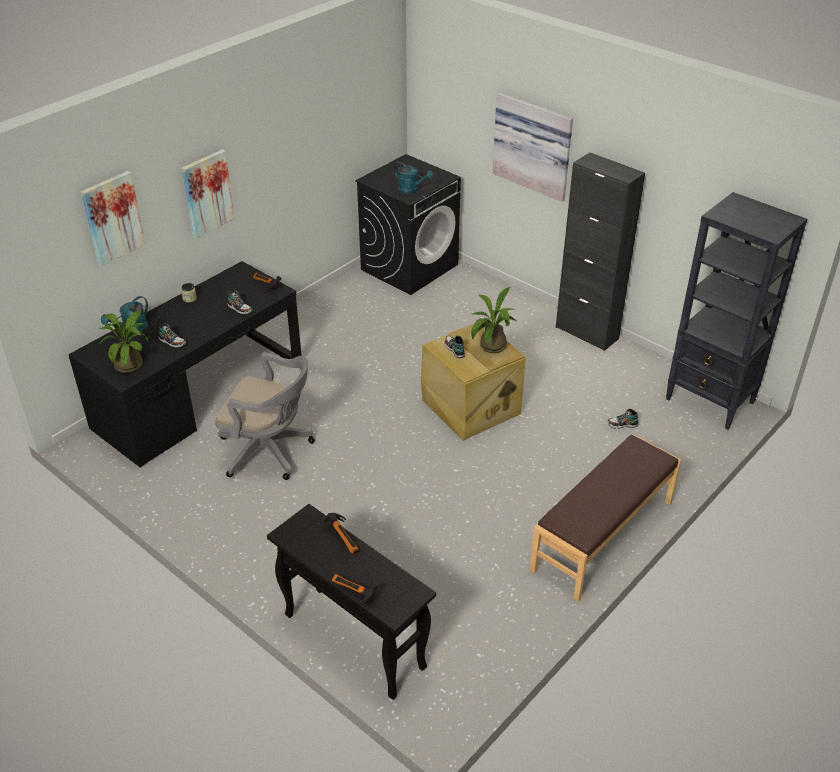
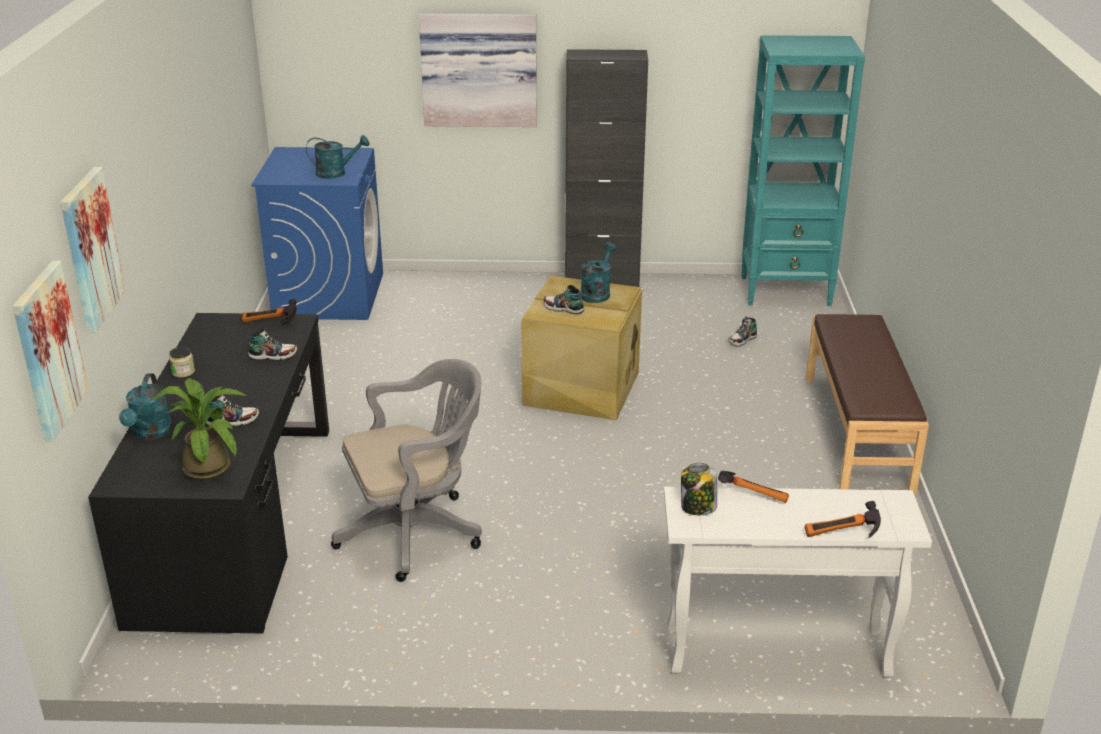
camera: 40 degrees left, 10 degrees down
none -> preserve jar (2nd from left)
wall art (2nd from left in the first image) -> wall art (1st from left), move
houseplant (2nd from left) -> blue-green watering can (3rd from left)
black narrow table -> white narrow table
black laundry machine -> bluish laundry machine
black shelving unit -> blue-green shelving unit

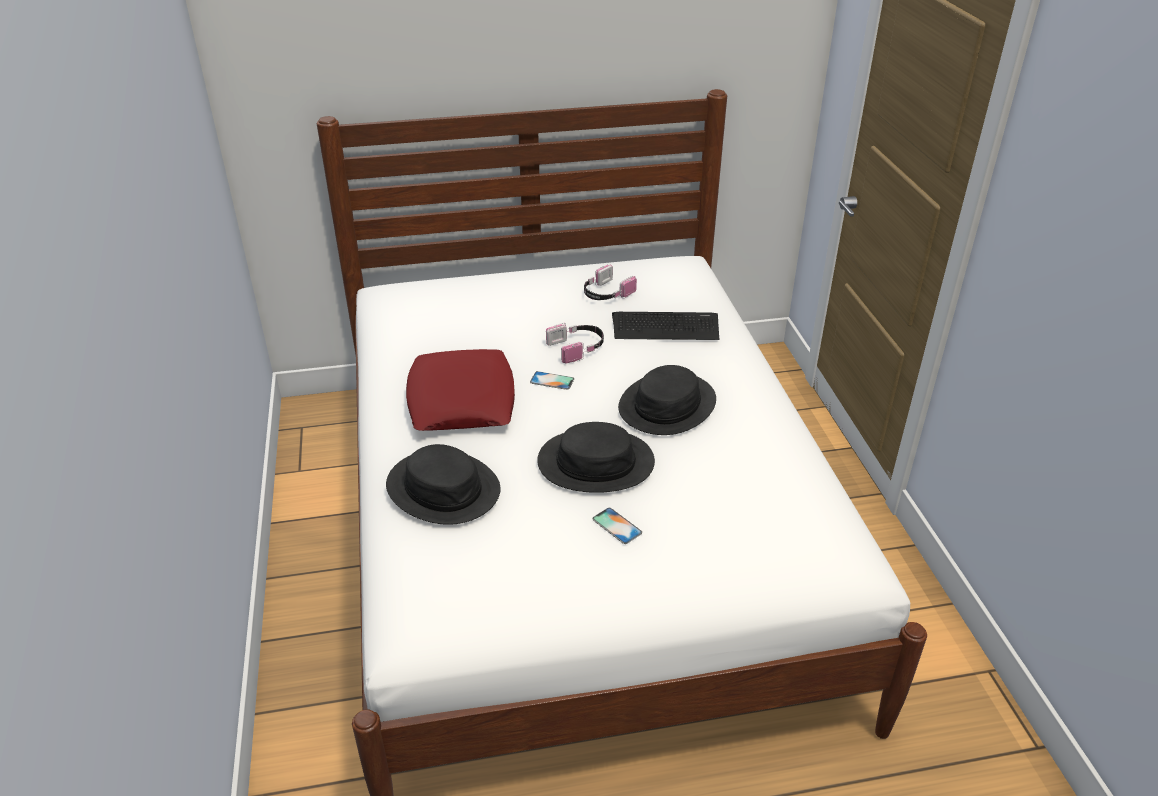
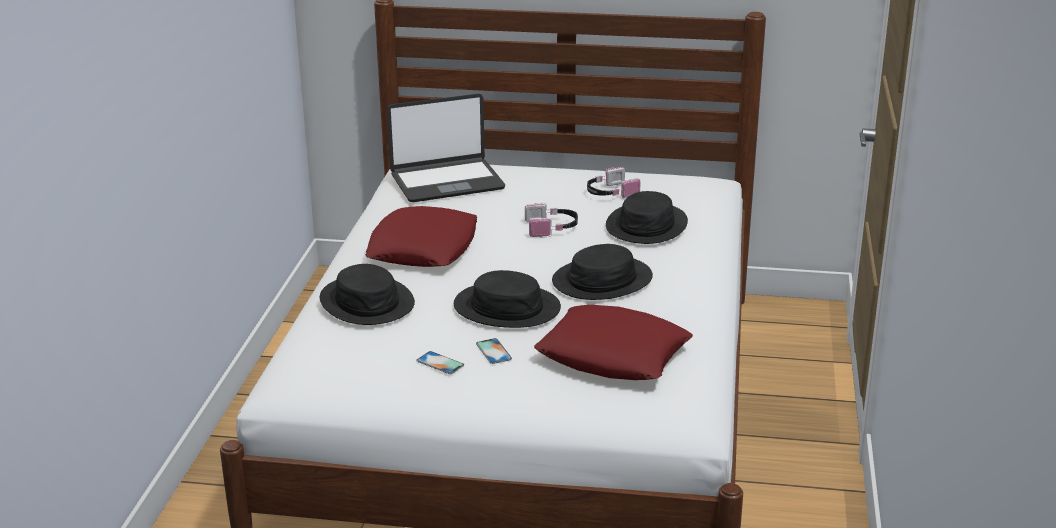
camera: 20 degrees right, 10 degrees down
none -> portable computer
none -> red throw pillow (2nd from left)
phone (1st from left), move
keyboard -> black clothing hat (4th from left)

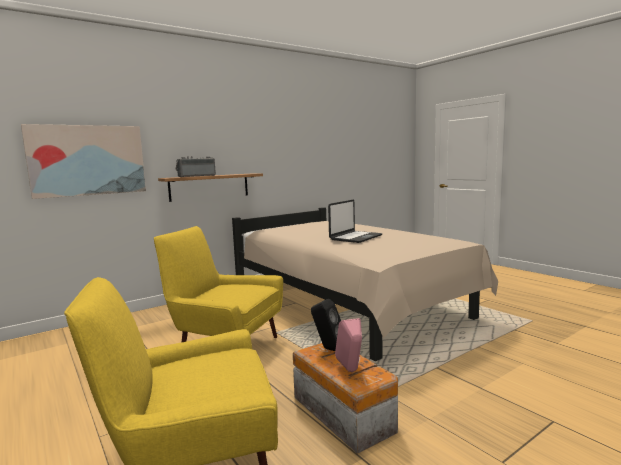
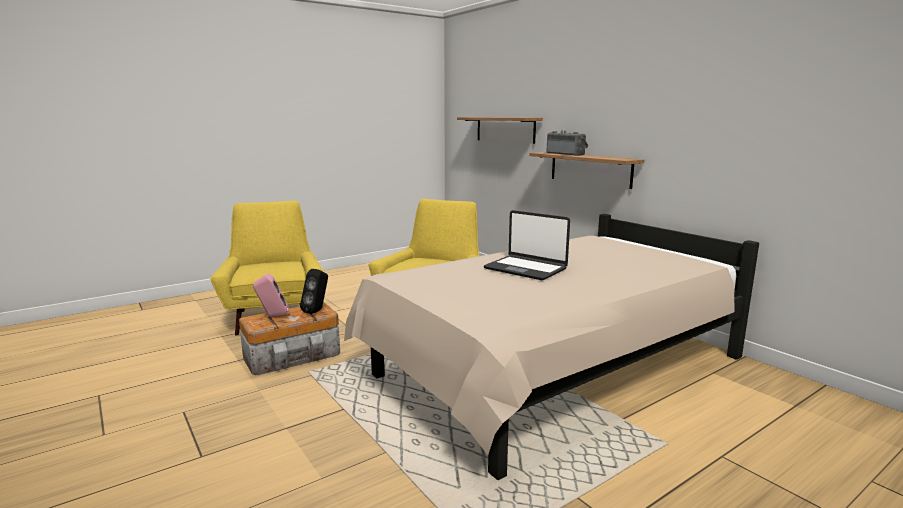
camera: 90 degrees right, 5 degrees up
wall art -> shelf (1st from left)

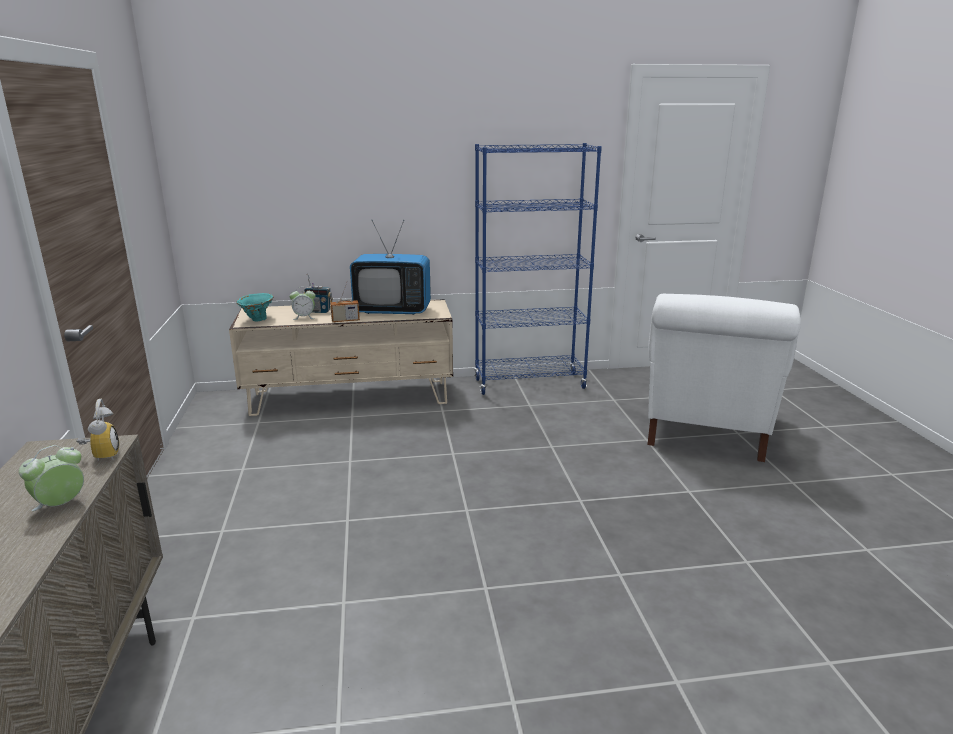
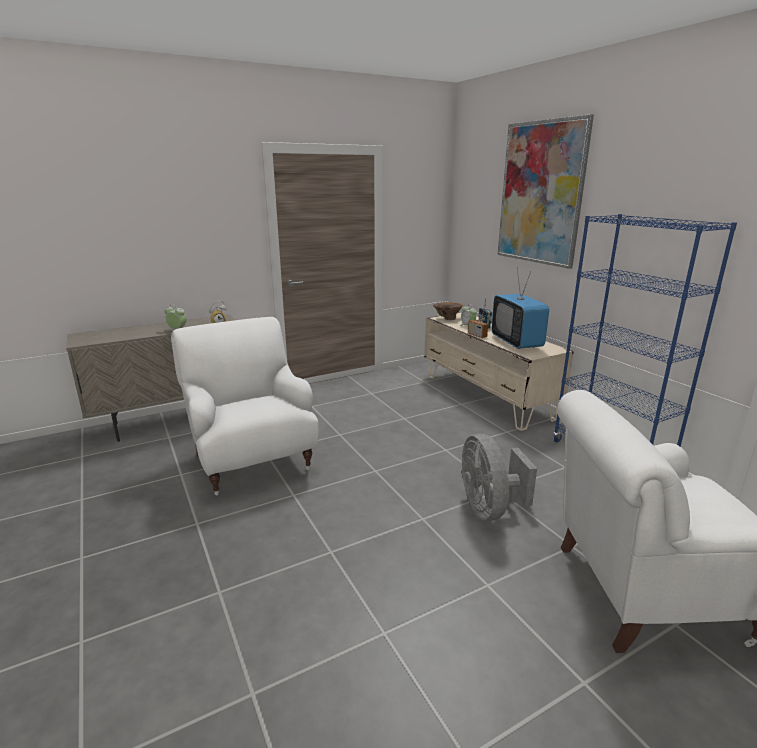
camera: 70 degrees right, 0 degrees up
none -> white armchair (1st from left)
none -> greyish electric fan
none -> wall art
blue-green flower vase -> brown-coloured flower vase

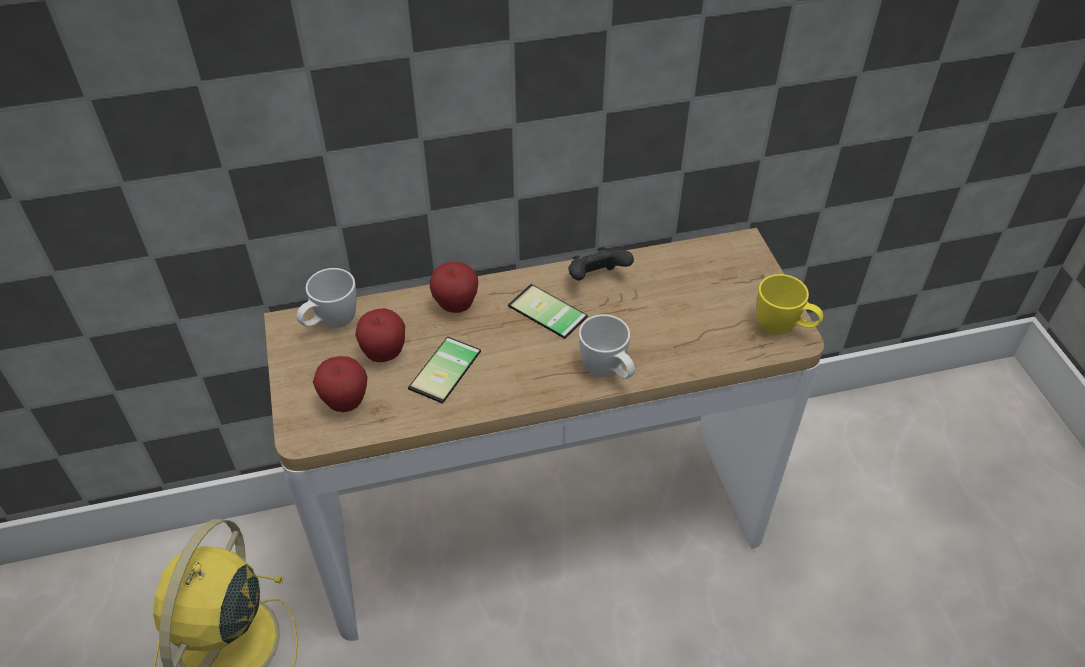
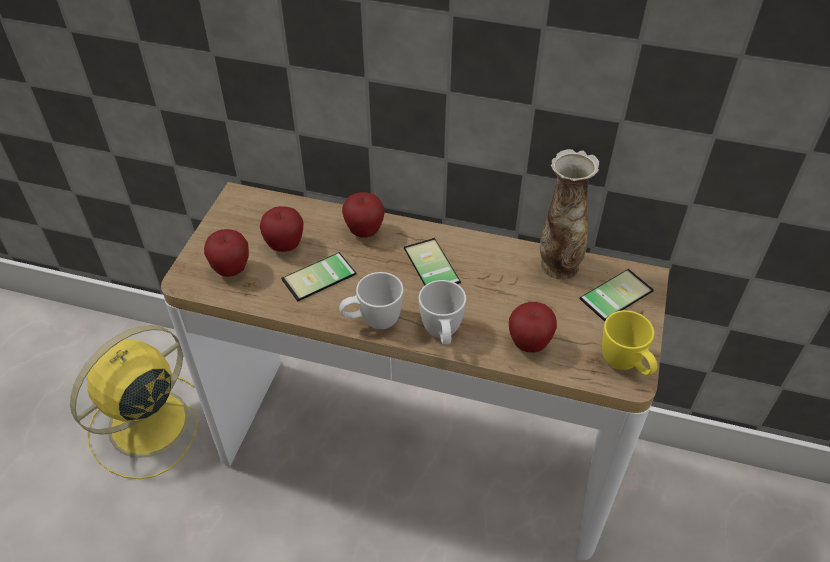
camera: 30 degrees right, 0 degrees up
black joypad -> none
none -> apple (4th from left)
none -> flower vase
none -> phone (3rd from left)
white tea mug (1st from left), move

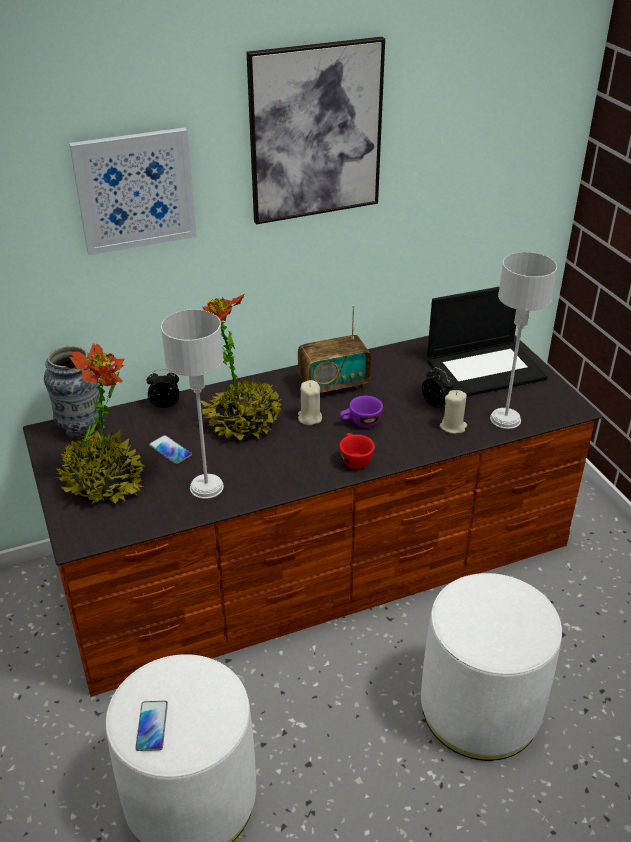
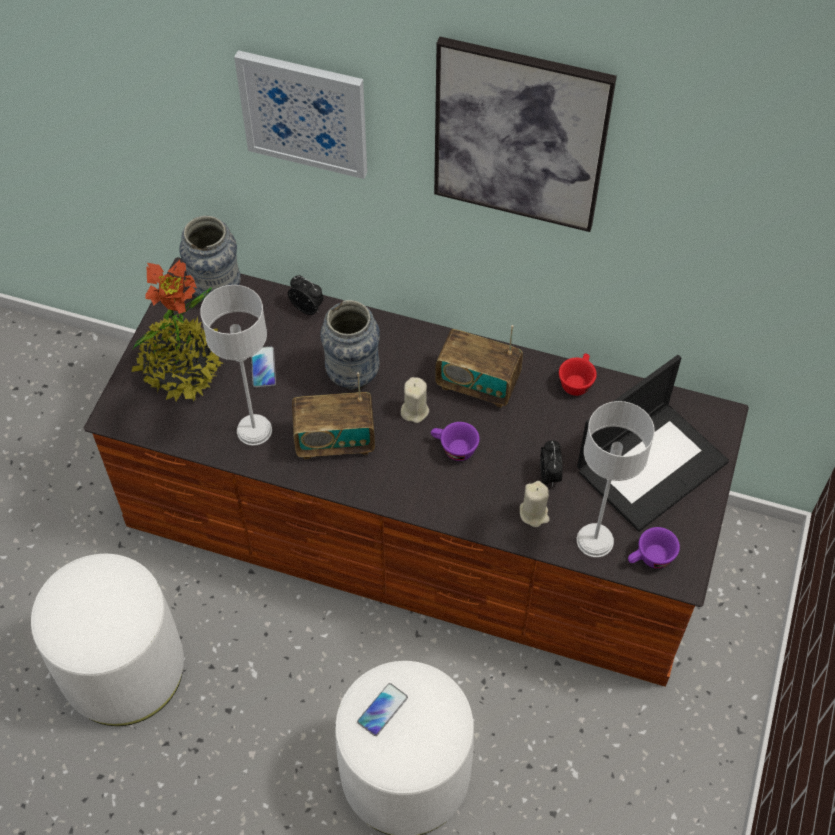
camera: 40 degrees right, 20 degrees up
none -> radio (1st from left)
none -> purplish drinking cup (2nd from left)
phone (1st from left in the first image) -> phone (2nd from left), move
red drinking cup, move
houseplant (2nd from left) -> flower vase (2nd from left)
portable computer, 60 degrees counterclockwise

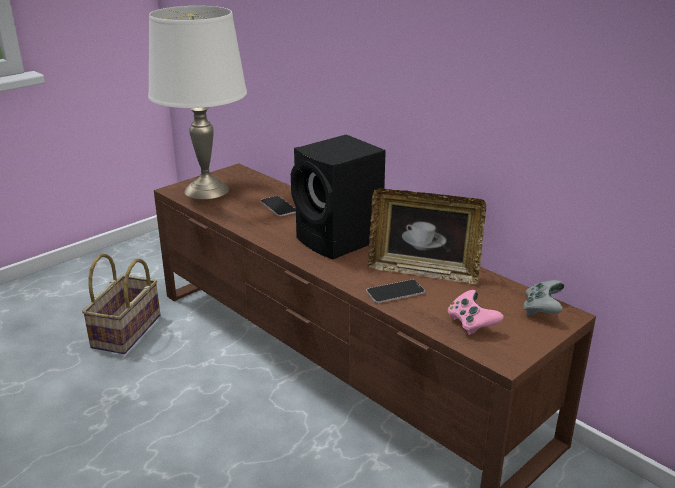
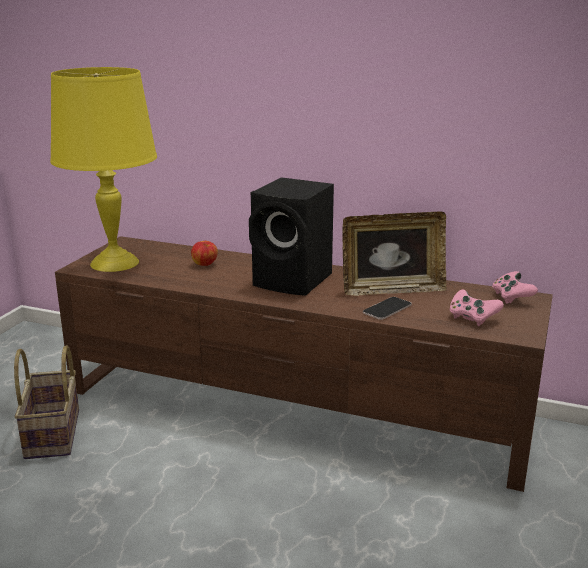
camera: 25 degrees left, 5 degrees down
phone (1st from left) -> apple
white table lamp -> yellow-coloured table lamp
greyish joypad -> pink-coloured joypad (2nd from left)

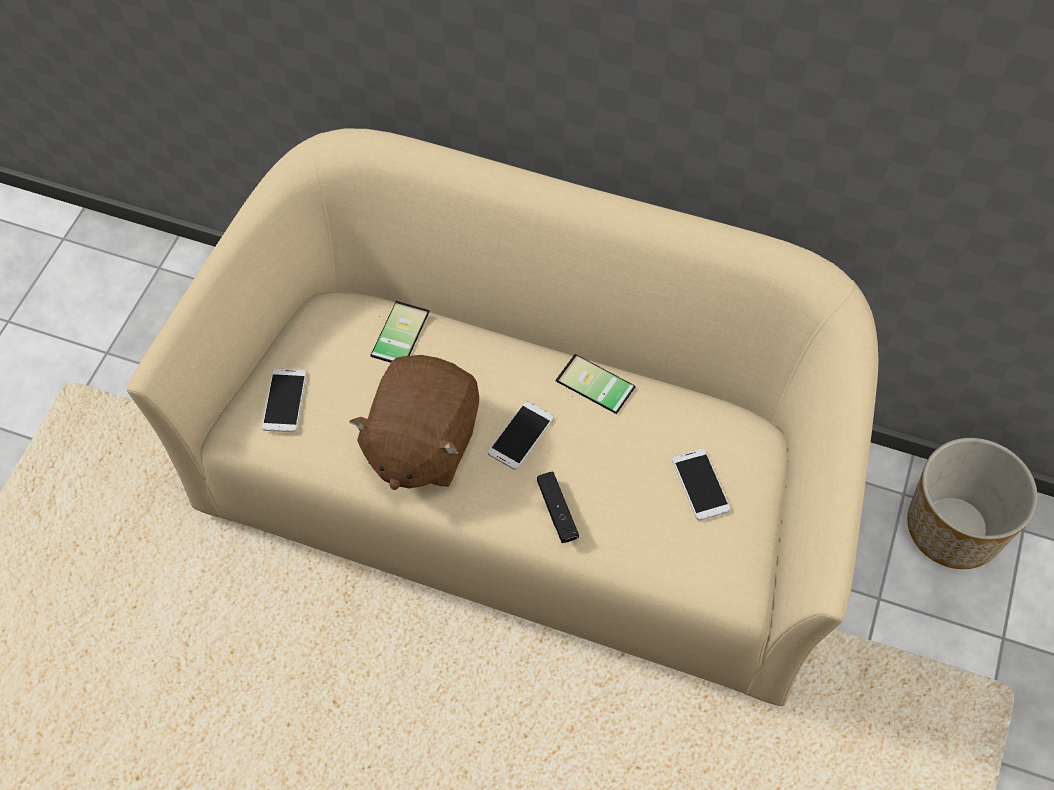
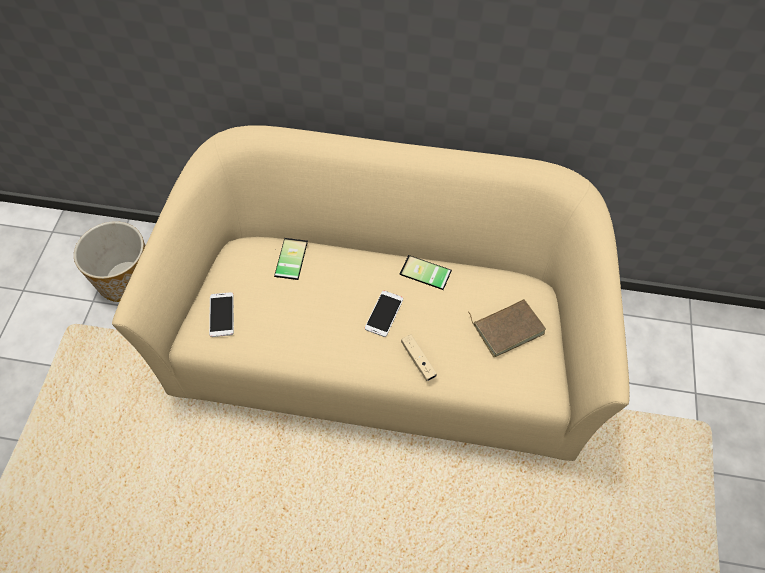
camera: 10 degrees left, 0 degrees up
brown-coloured plush toy -> none
plant pot, move
phone (5th from left) -> brown-coloured book
black joypad -> beige-coloured joypad

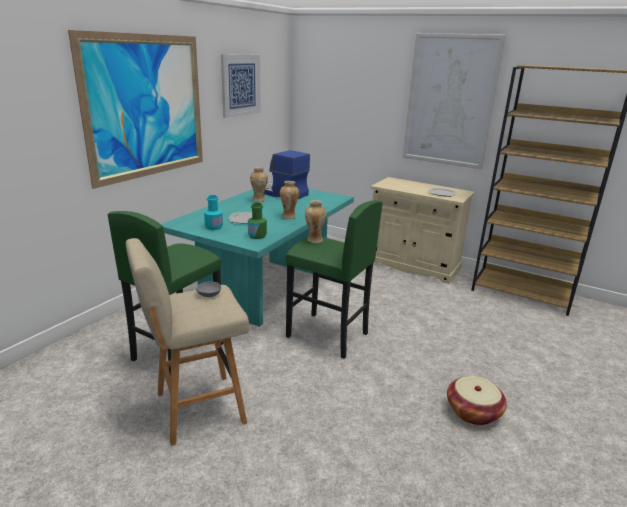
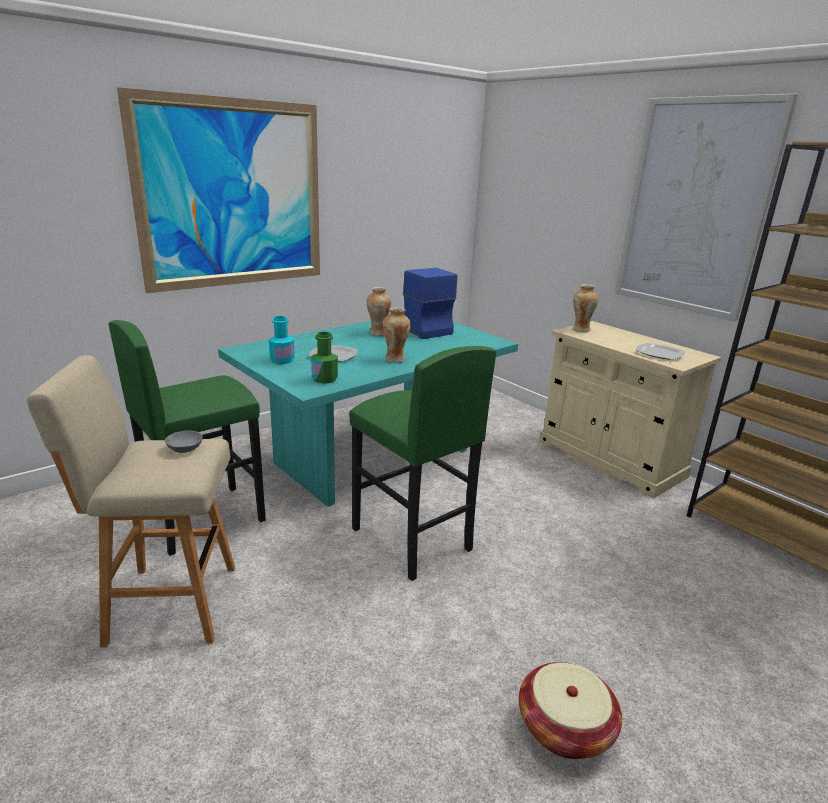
camera: 20 degrees right, 0 degrees up
wall art (2nd from left) -> none
flower vase (3rd from left), move

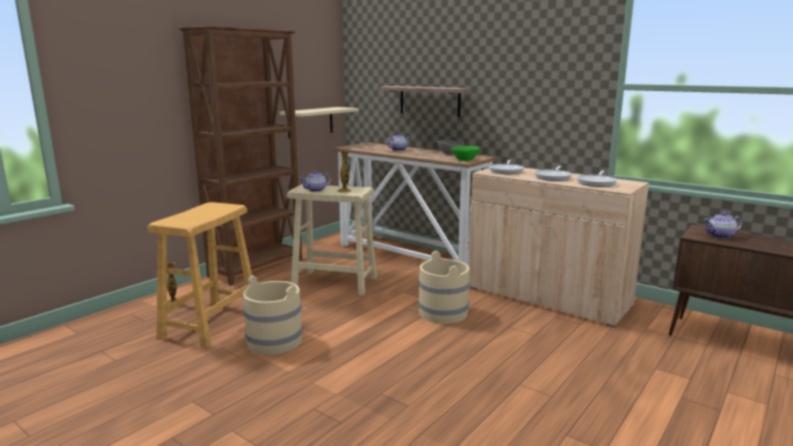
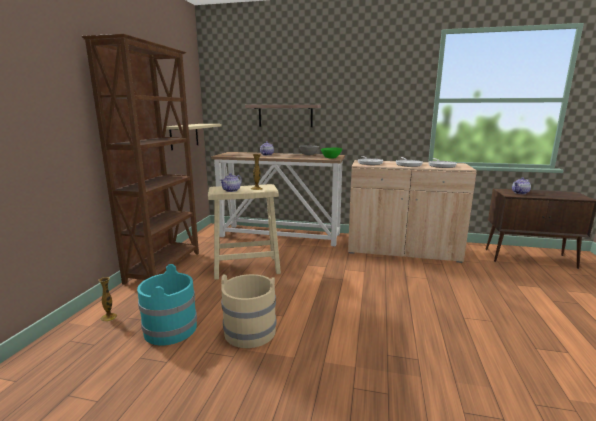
camera: 25 degrees left, 0 degrees up
beige-coloured pail (2nd from left) -> none
beige-coloured stool seat (1st from left) -> blue-green pail

